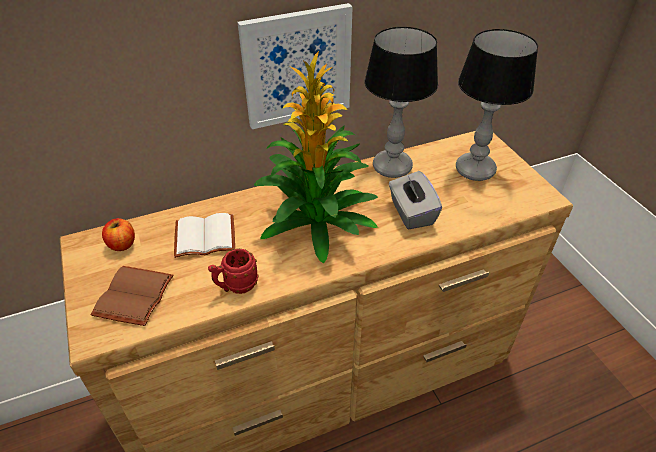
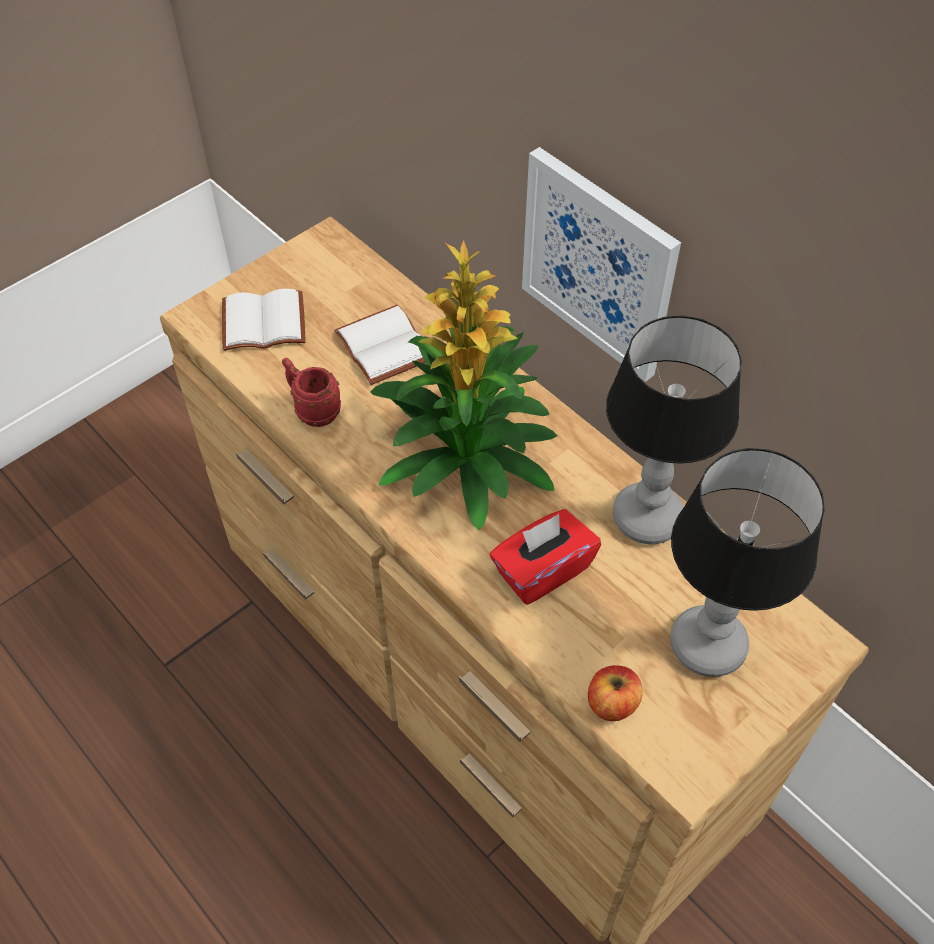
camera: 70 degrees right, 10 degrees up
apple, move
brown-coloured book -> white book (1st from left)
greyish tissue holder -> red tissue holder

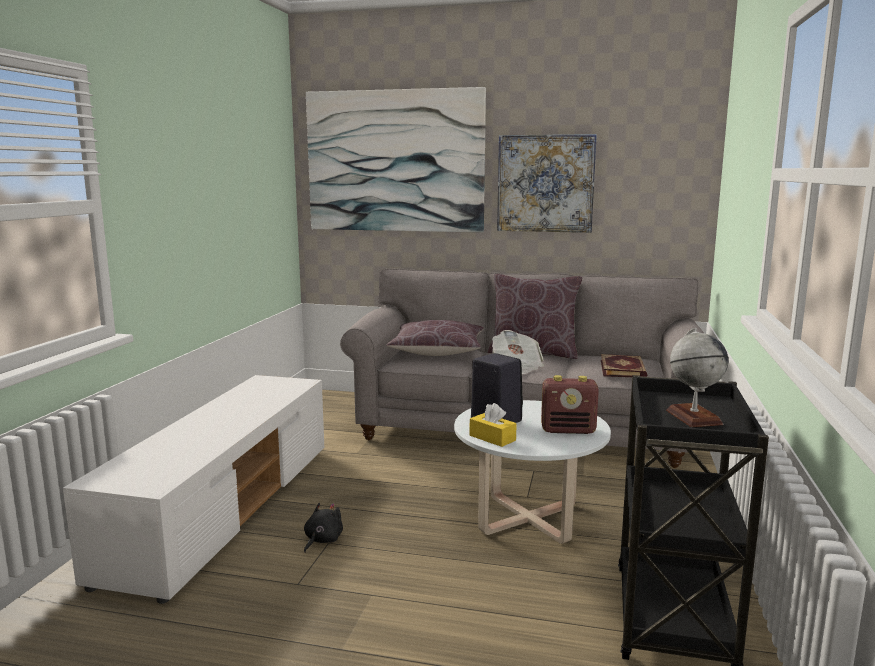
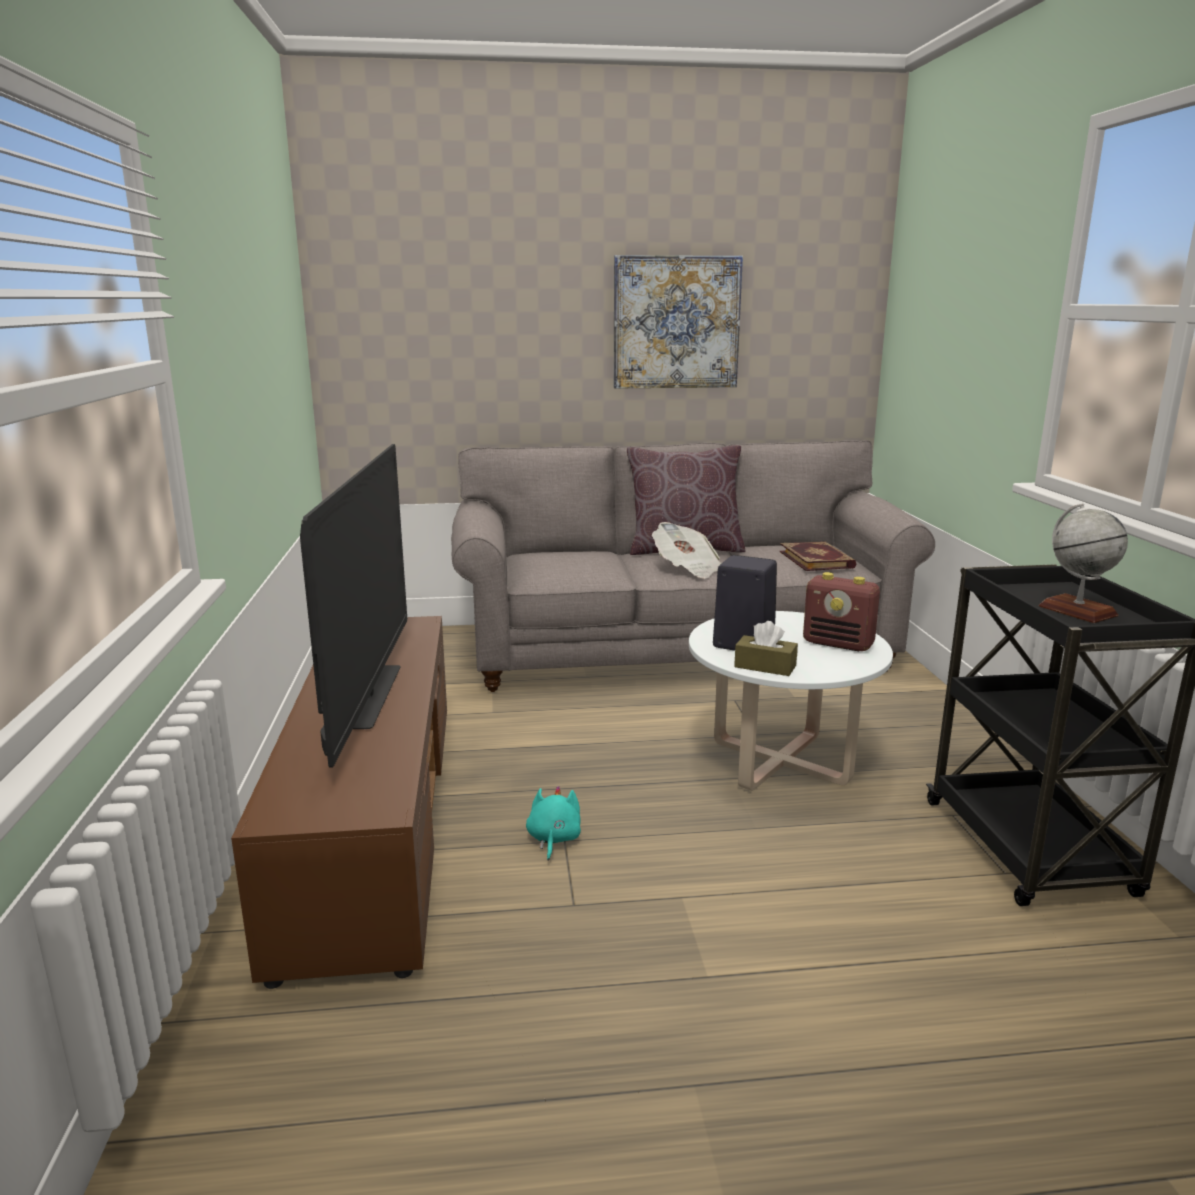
camera: 20 degrees left, 5 degrees up
wall art (1st from left) -> none
brown-coloured throw pillow (1st from left) -> none
none -> TV set
white tv stand -> brown-coloured tv stand
black plush toy -> blue-green plush toy
yellow-coloured tissue holder -> brown-coloured tissue holder
radio, 45 degrees clockwise

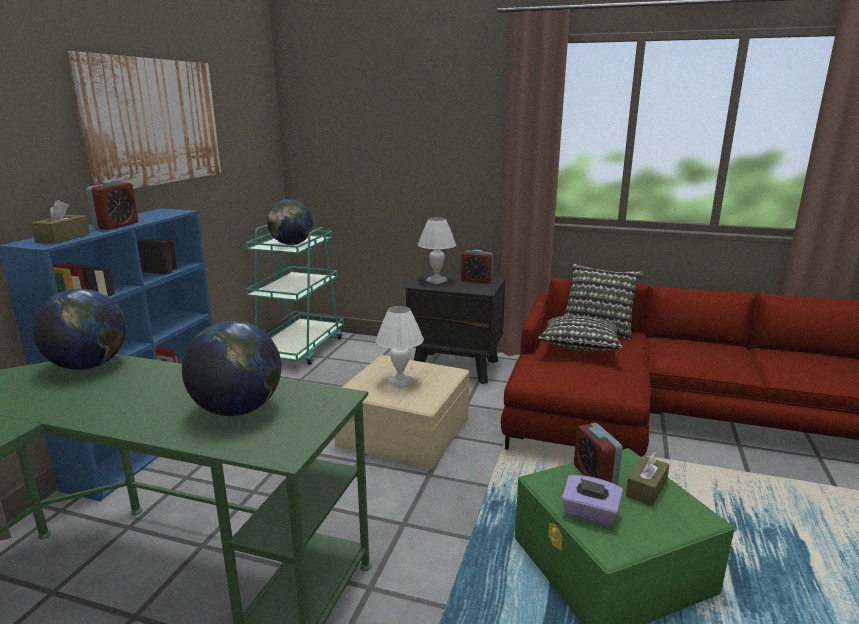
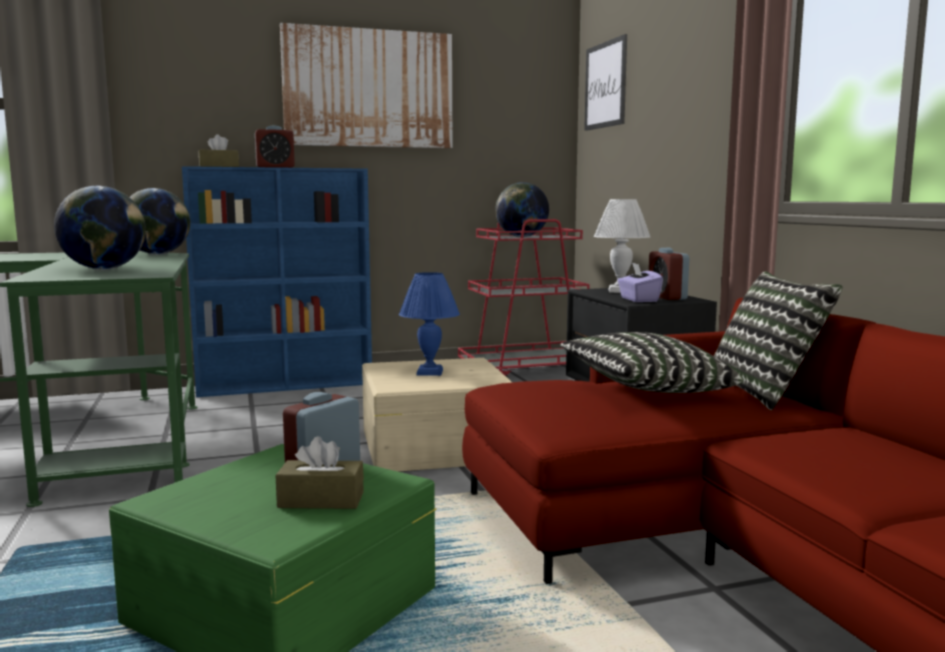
camera: 55 degrees right, 10 degrees down
none -> wall art (2nd from left)
purplish tissue holder, move
blue-green cart -> red cart
white table lamp (1st from left) -> bluish table lamp

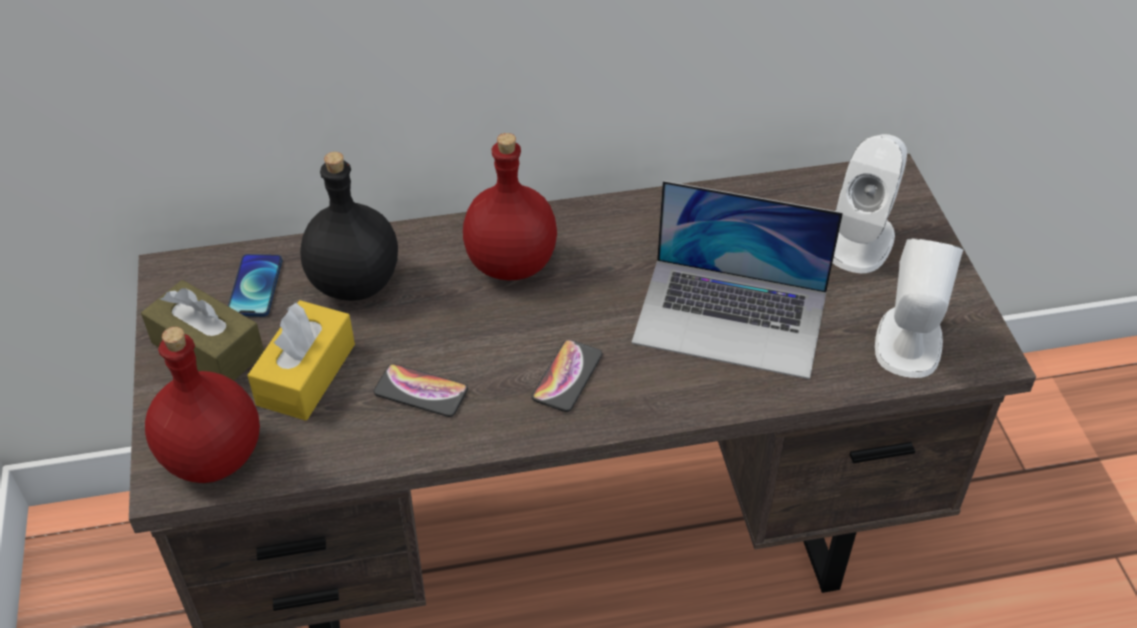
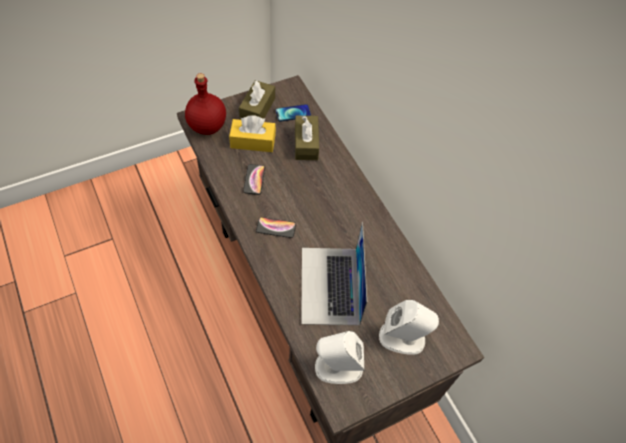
camera: 70 degrees right, 10 degrees up
red drink bottle (2nd from left) -> none
black drink bottle -> brown-coloured tissue holder (2nd from left)

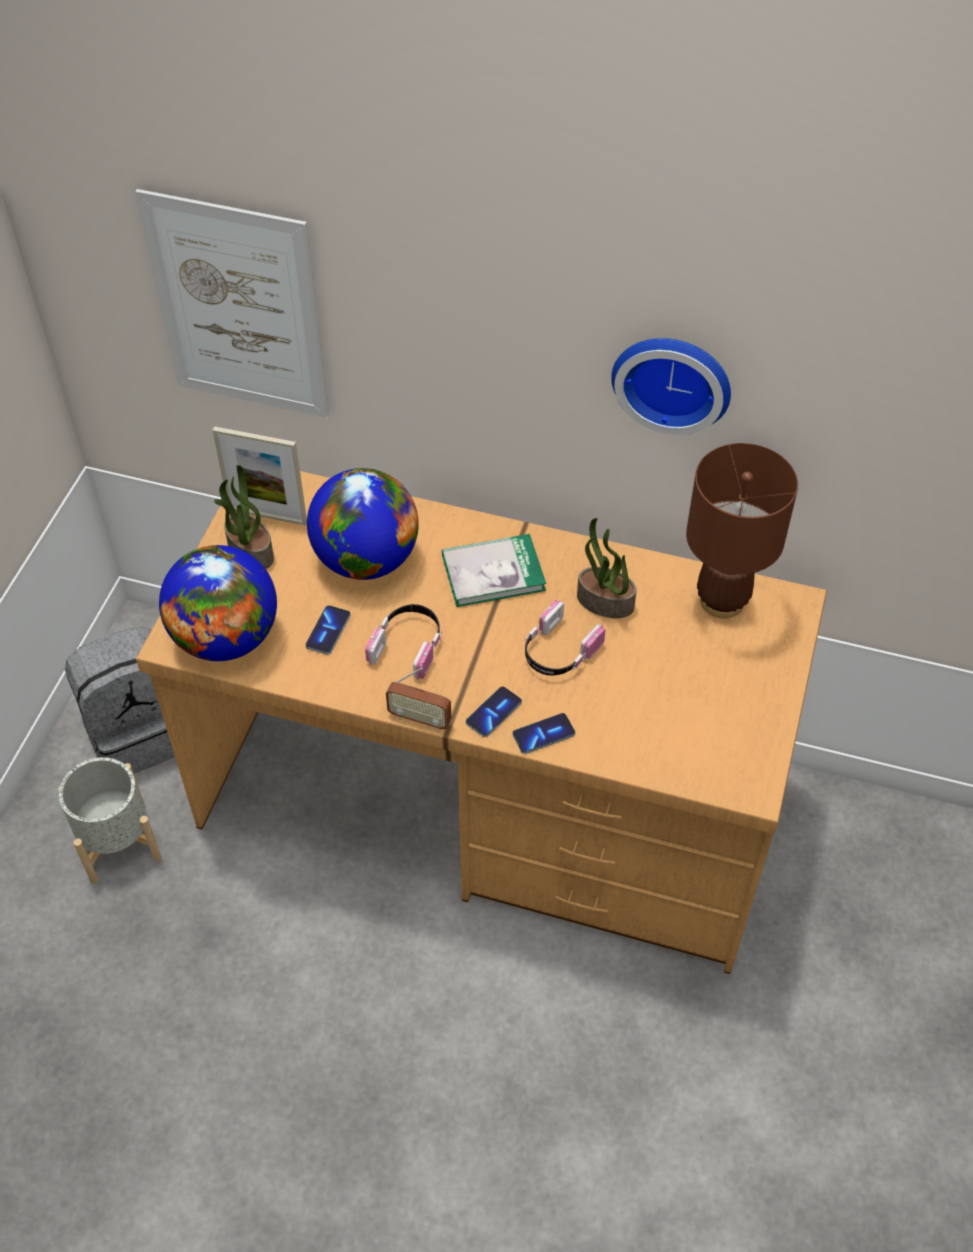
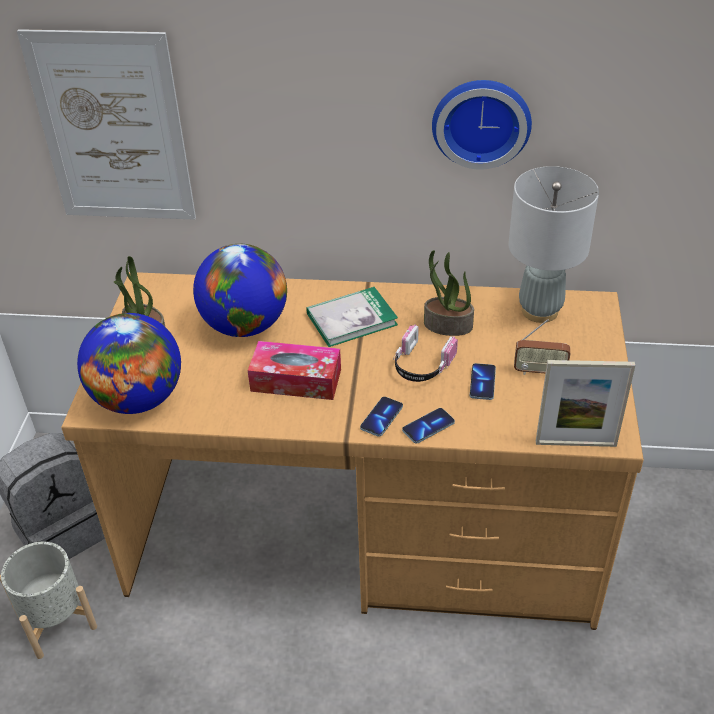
camera: 10 degrees left, 10 degrees down
picture frame, move
phone (1st from left in the first image) -> phone (3rd from left), move
radio, move
pair of headphones (1st from left) -> tissue holder
brown-coloured table lamp -> greyish table lamp

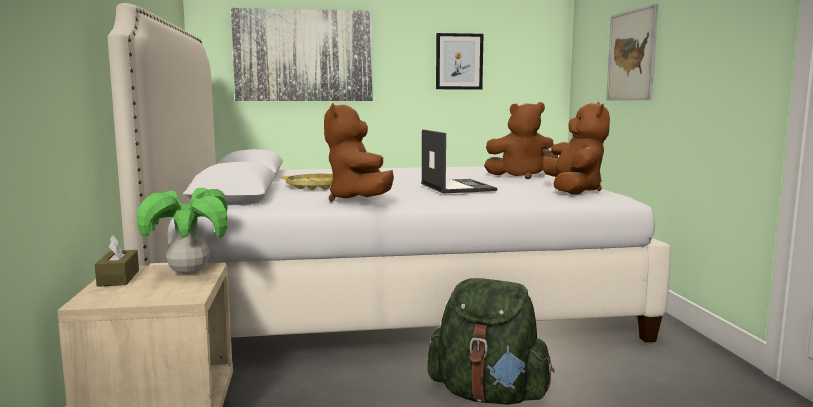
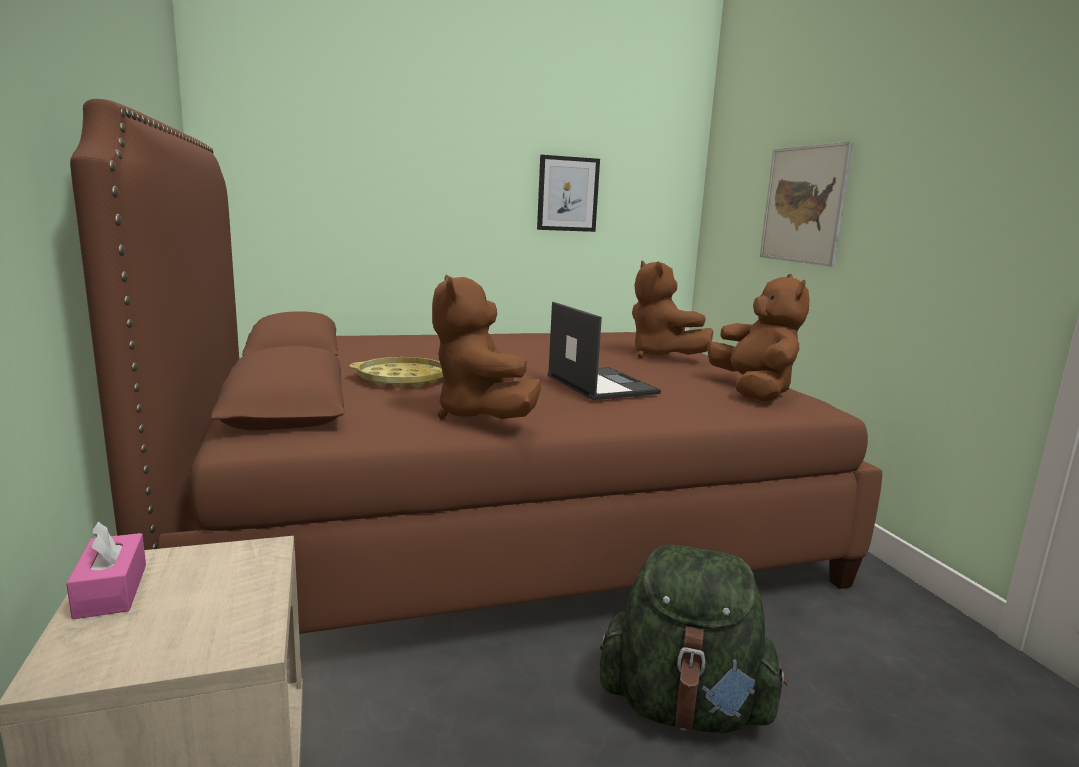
camera: 10 degrees left, 5 degrees up
houseplant -> none
wall art (1st from left) -> none
brown-coloured tissue holder -> pink-coloured tissue holder
white bedroom bed -> brown-coloured bedroom bed
brown-coloured plush toy (2nd from left), 75 degrees clockwise

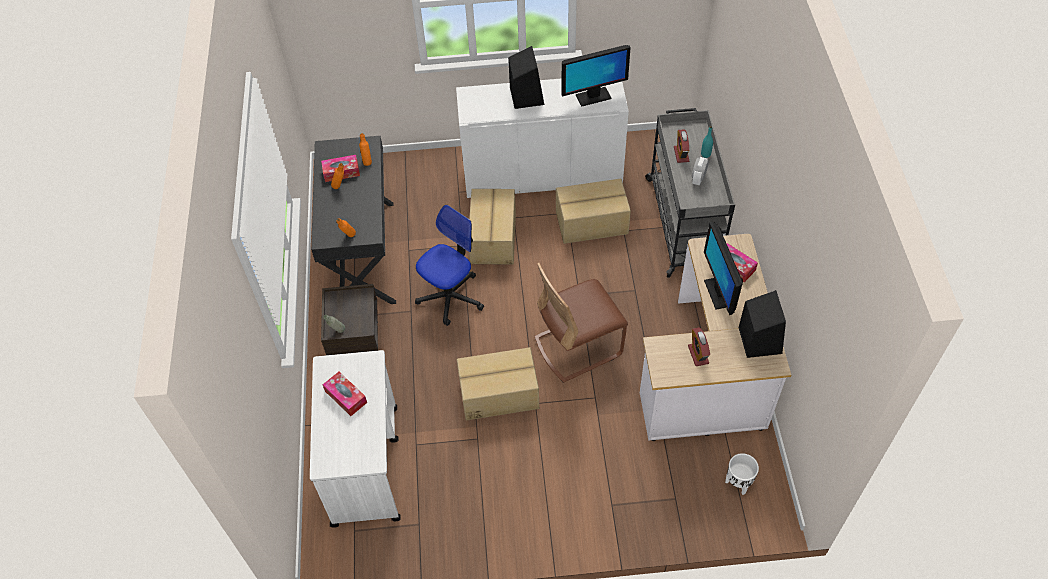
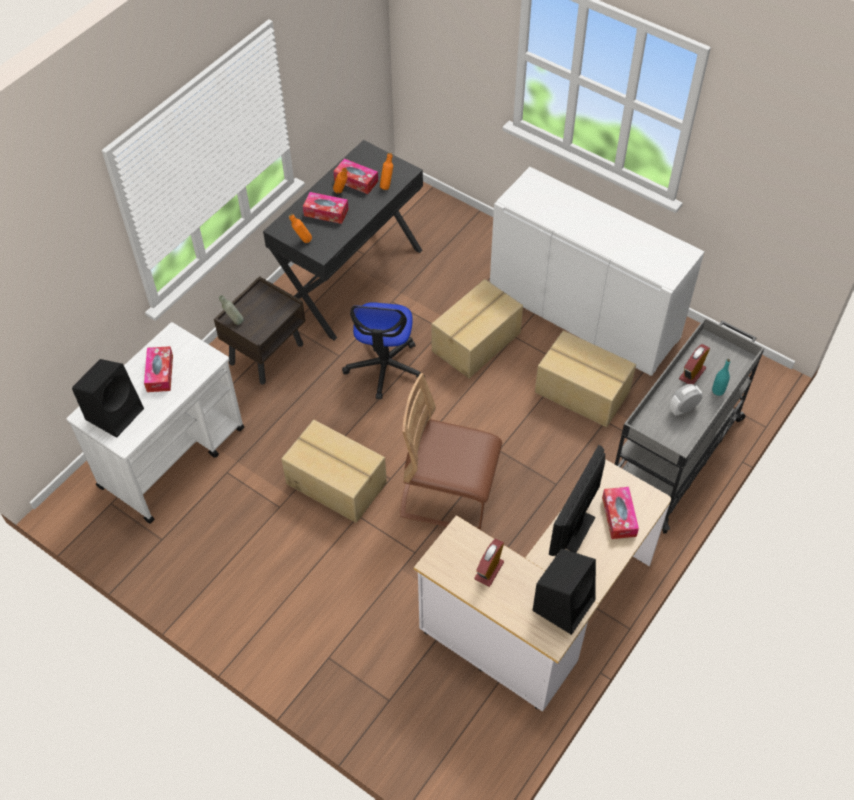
camera: 40 degrees right, 0 degrees up
computer screen (1st from left) -> none
white plant pot -> none
none -> tissue holder (2nd from left)
black speaker (1st from left), move
office chair, 105 degrees clockwise

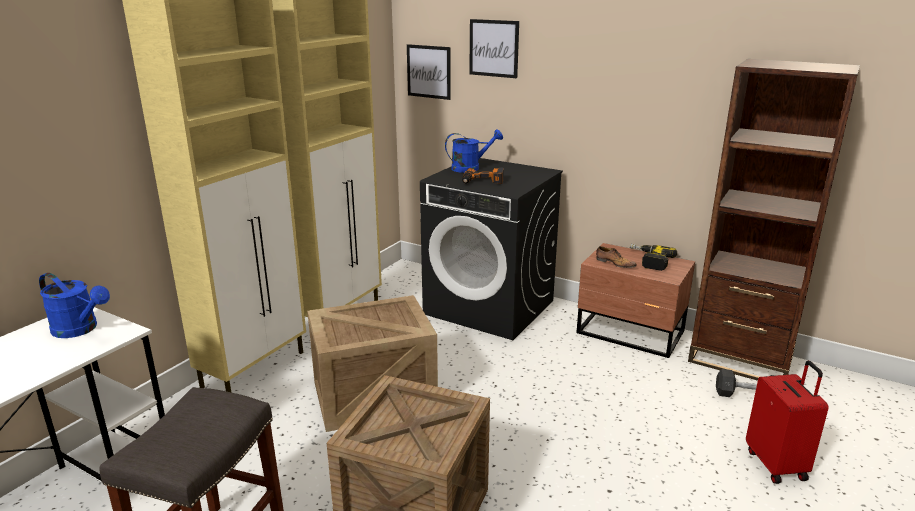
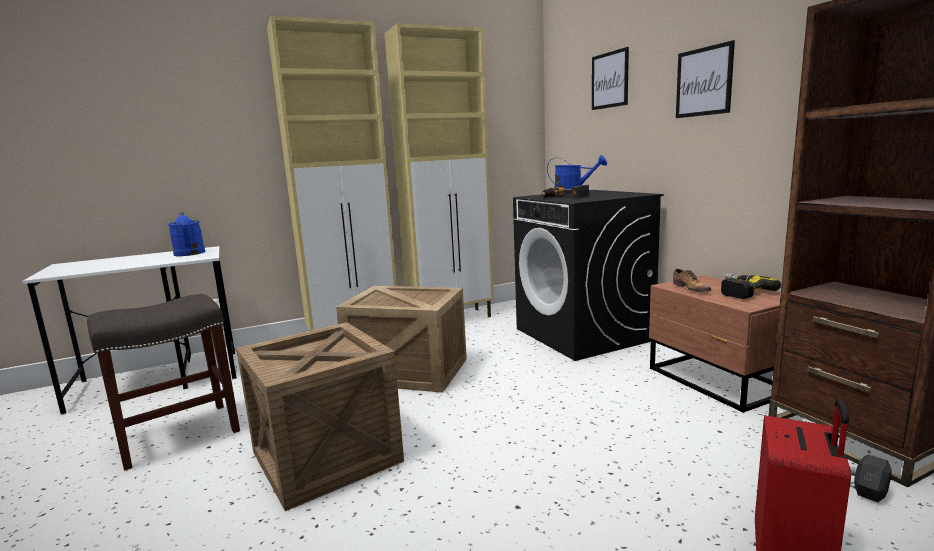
camera: 35 degrees right, 10 degrees down
wall art (1st from left in the first image) -> wall art (2nd from left), move

